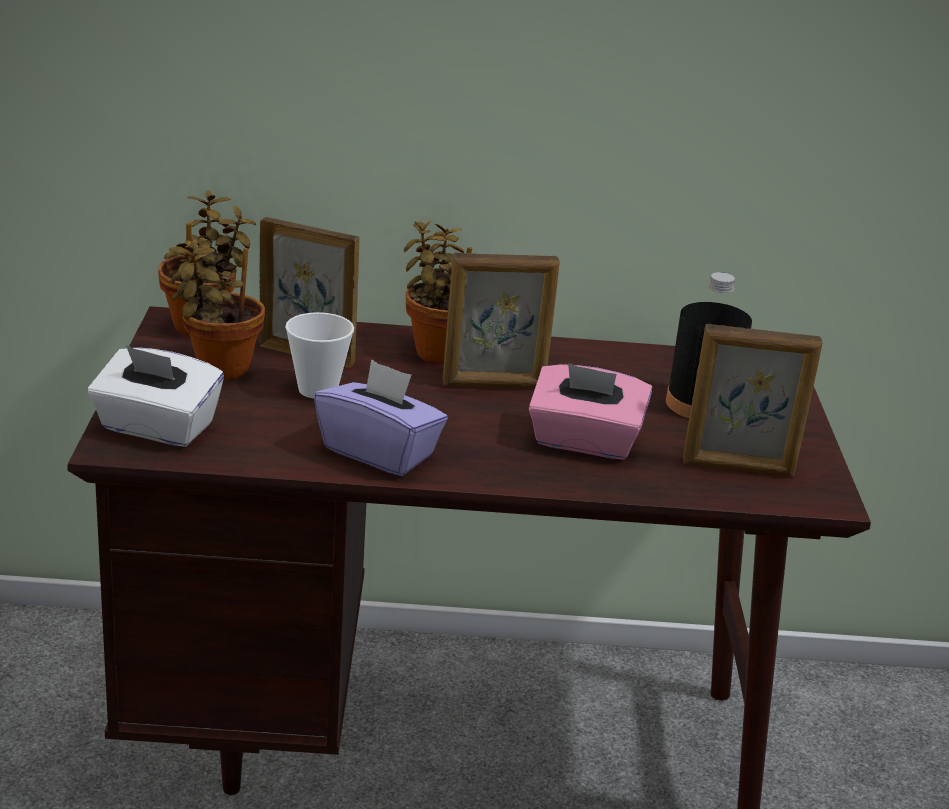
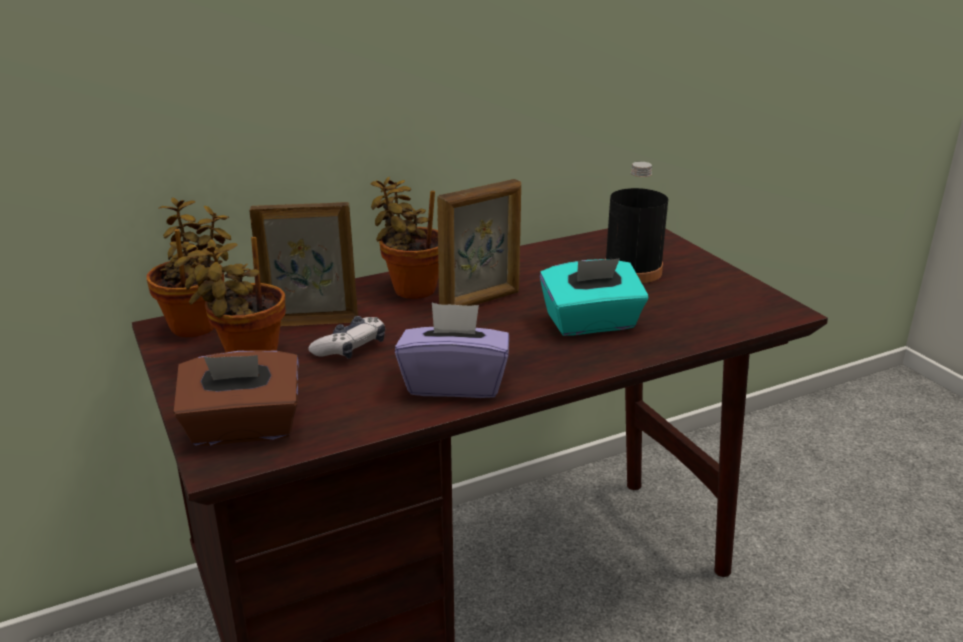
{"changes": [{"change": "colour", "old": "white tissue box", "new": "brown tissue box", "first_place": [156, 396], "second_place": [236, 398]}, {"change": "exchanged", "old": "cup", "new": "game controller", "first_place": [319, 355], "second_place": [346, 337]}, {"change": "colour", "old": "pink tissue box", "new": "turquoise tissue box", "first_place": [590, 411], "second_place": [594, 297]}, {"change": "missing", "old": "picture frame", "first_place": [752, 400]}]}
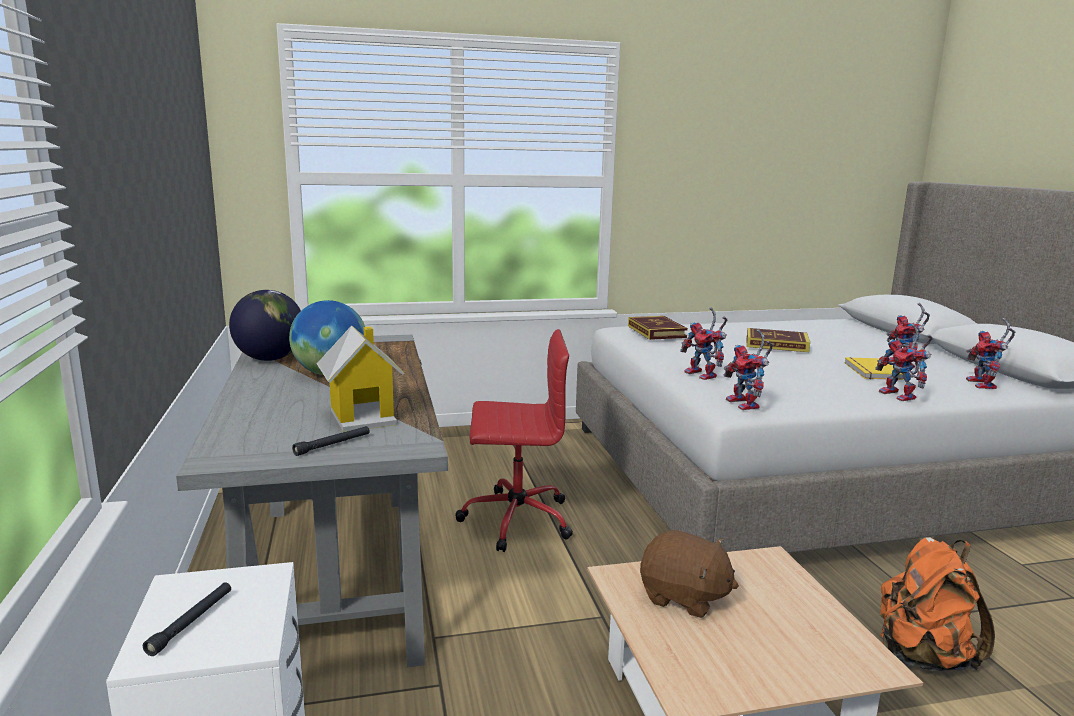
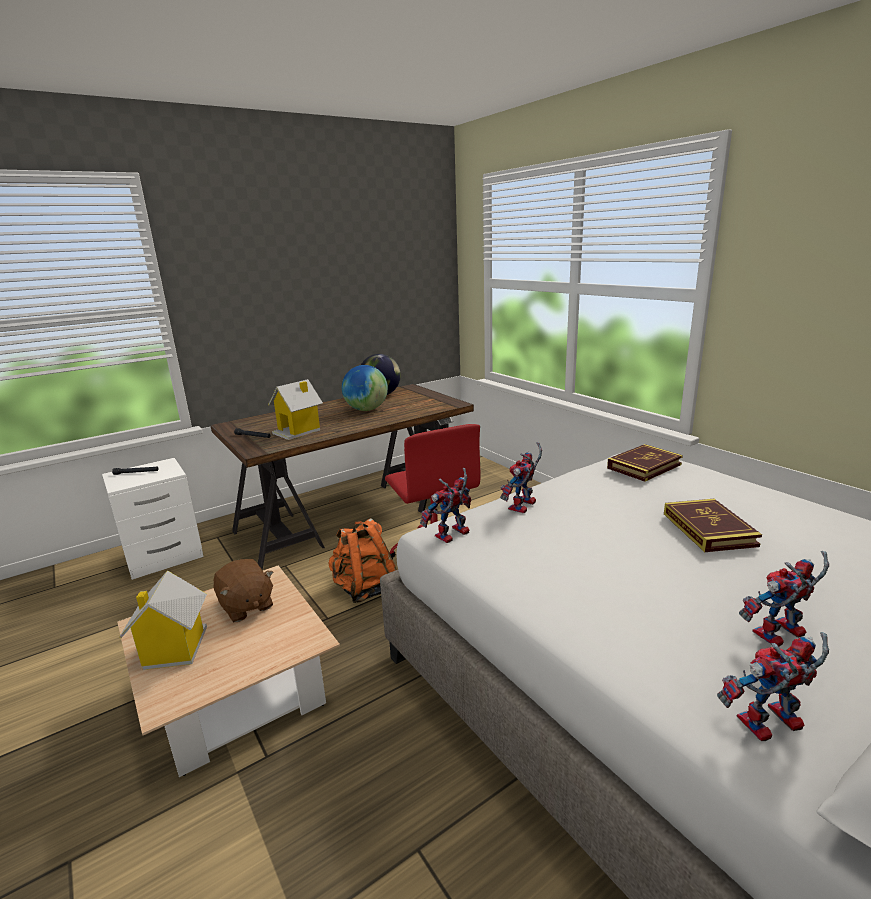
{"changes": [{"change": "colour", "old": "grey desk", "new": "brown desk", "first_place": [312, 501], "second_place": [342, 477]}, {"change": "spun", "old": "brown plush toy", "first_place": [689, 574], "second_place": [243, 590], "degrees": -45}, {"change": "missing", "old": "yellow book", "first_place": [874, 368]}, {"change": "missing", "old": "toy robot", "first_place": [904, 362]}, {"change": "relocated", "old": "orange backpack", "first_place": [937, 604], "second_place": [362, 560]}, {"change": "appeared", "new": "toy house", "second_place": [163, 620]}]}
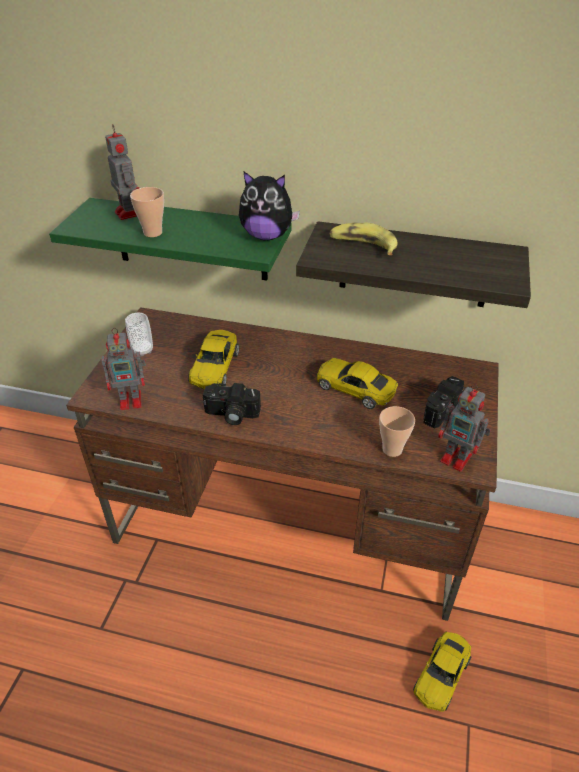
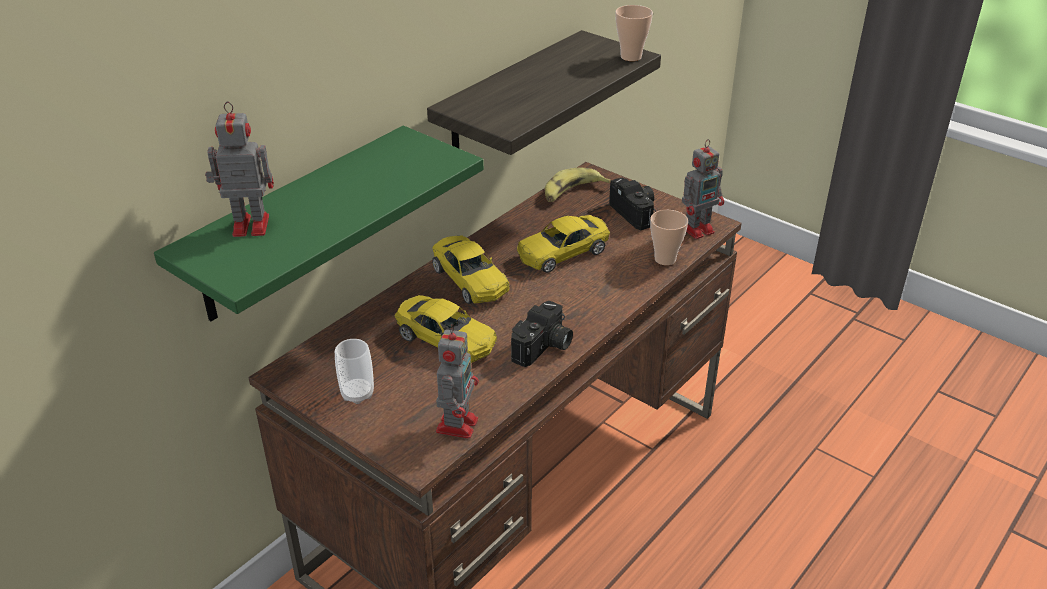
{"changes": [{"change": "relocated", "old": "cup", "first_place": [147, 212], "second_place": [634, 33]}, {"change": "missing", "old": "plush toy", "first_place": [269, 206]}, {"change": "relocated", "old": "banana", "first_place": [363, 239], "second_place": [578, 185]}, {"change": "relocated", "old": "yellow toy car", "first_place": [442, 672], "second_place": [471, 269]}]}
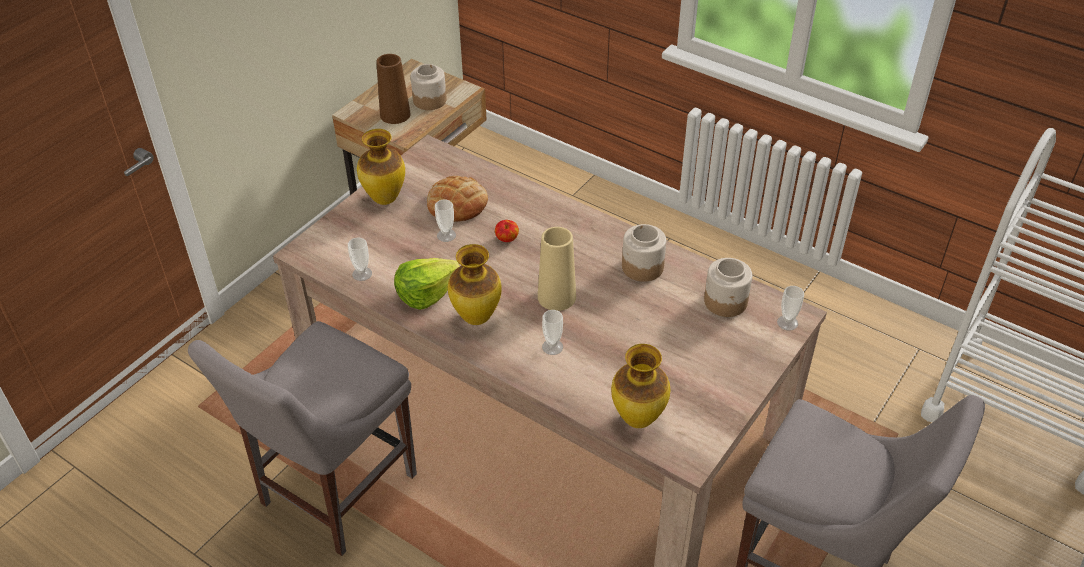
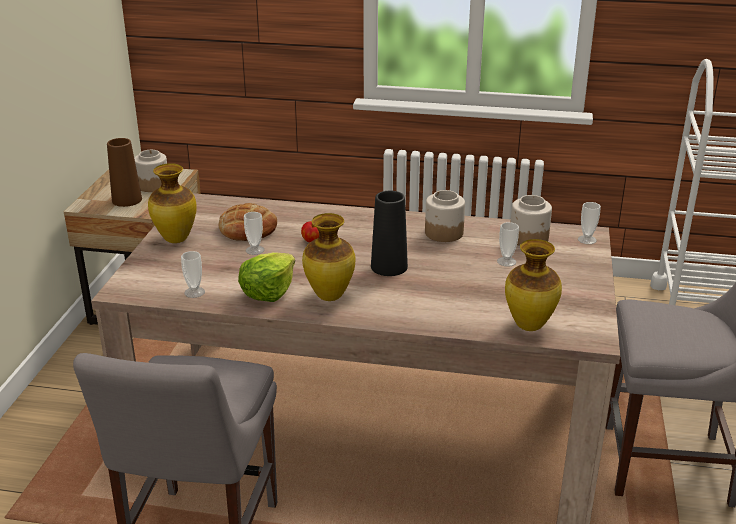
{"changes": [{"change": "colour", "old": "beige vase", "new": "black vase", "first_place": [557, 269], "second_place": [389, 233]}, {"change": "relocated", "old": "cup", "first_place": [552, 332], "second_place": [508, 244]}]}
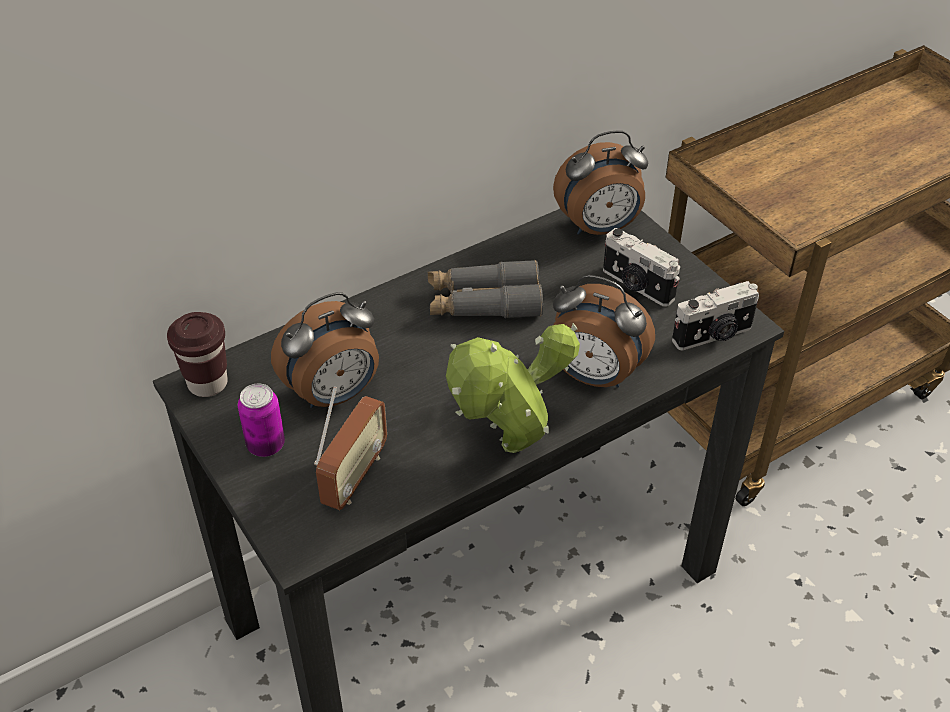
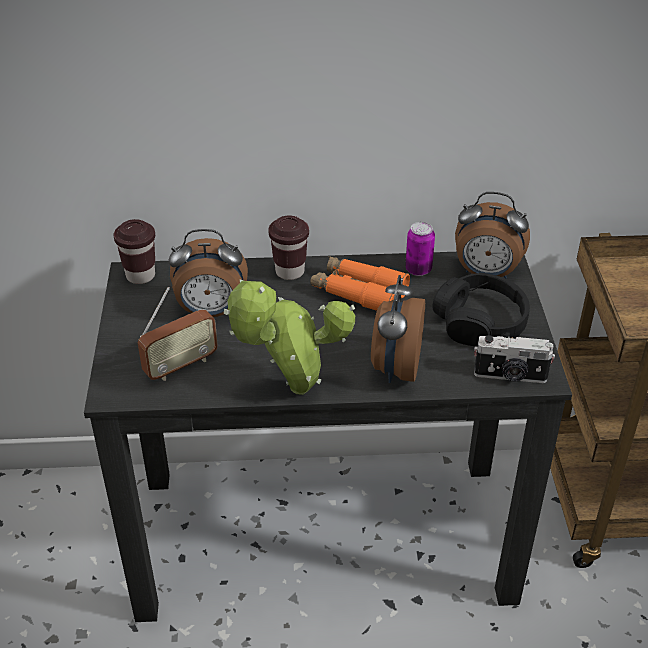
{"changes": [{"change": "relocated", "old": "can", "first_place": [261, 420], "second_place": [420, 249]}, {"change": "colour", "old": "grey binoculars", "new": "orange binoculars", "first_place": [485, 289], "second_place": [360, 283]}, {"change": "spun", "old": "alarm clock", "first_place": [604, 331], "second_place": [398, 329], "degrees": 45}, {"change": "exchanged", "old": "photo camera", "new": "black headphones", "first_place": [641, 267], "second_place": [481, 309]}, {"change": "appeared", "new": "brown cup", "second_place": [288, 247]}]}
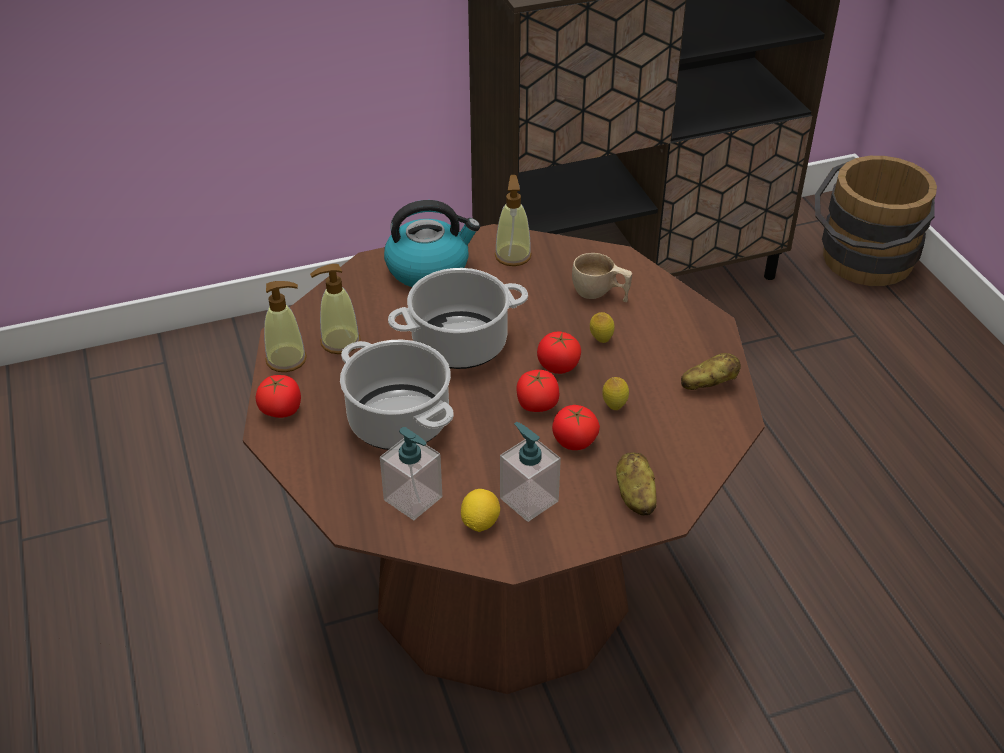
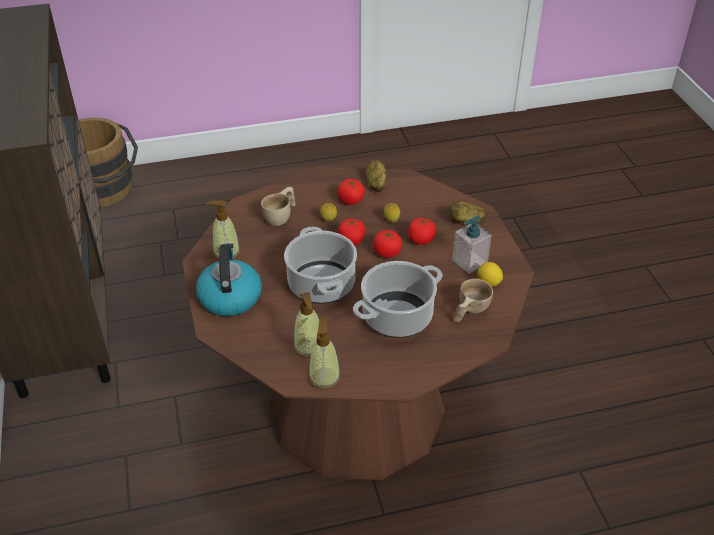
{"changes": [{"change": "relocated", "old": "tomato", "first_place": [278, 396], "second_place": [351, 192]}, {"change": "exchanged", "old": "soap dispenser", "new": "beige cup", "first_place": [411, 473], "second_place": [473, 300]}]}
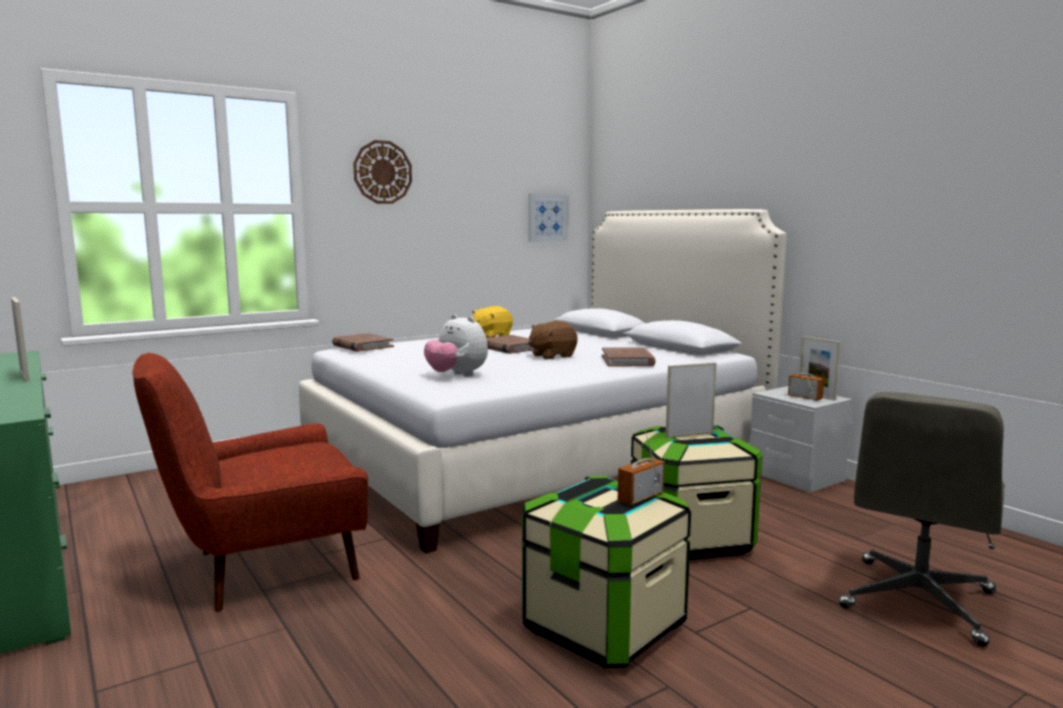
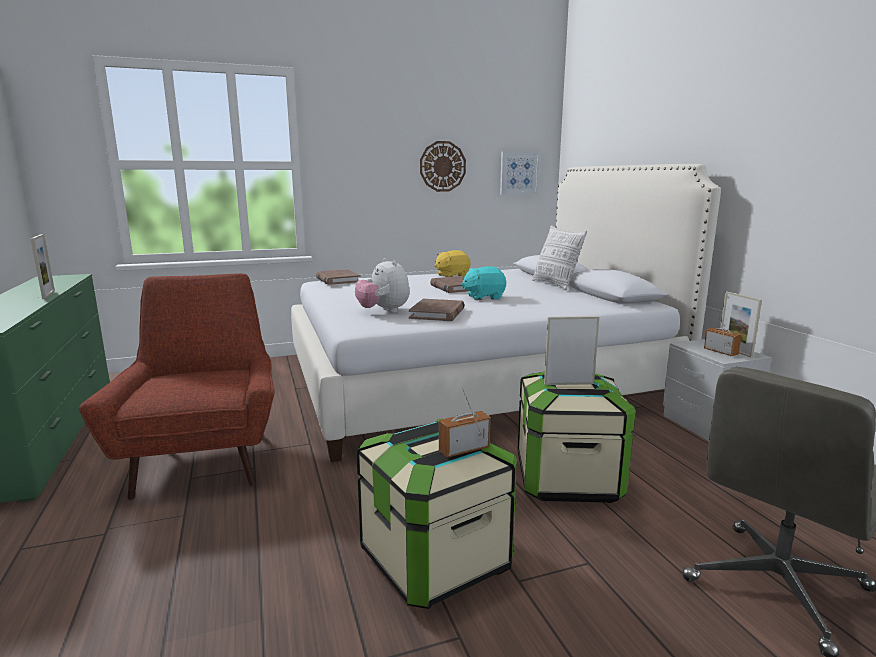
{"changes": [{"change": "spun", "old": "red armchair", "first_place": [250, 482], "second_place": [177, 386], "degrees": 90}, {"change": "relocated", "old": "wall clock", "first_place": [382, 172], "second_place": [443, 166]}, {"change": "colour", "old": "brown plush toy", "new": "turquoise plush toy", "first_place": [552, 340], "second_place": [483, 283]}, {"change": "relocated", "old": "brown book", "first_place": [629, 356], "second_place": [437, 310]}, {"change": "appeared", "new": "pillow", "second_place": [559, 257]}]}
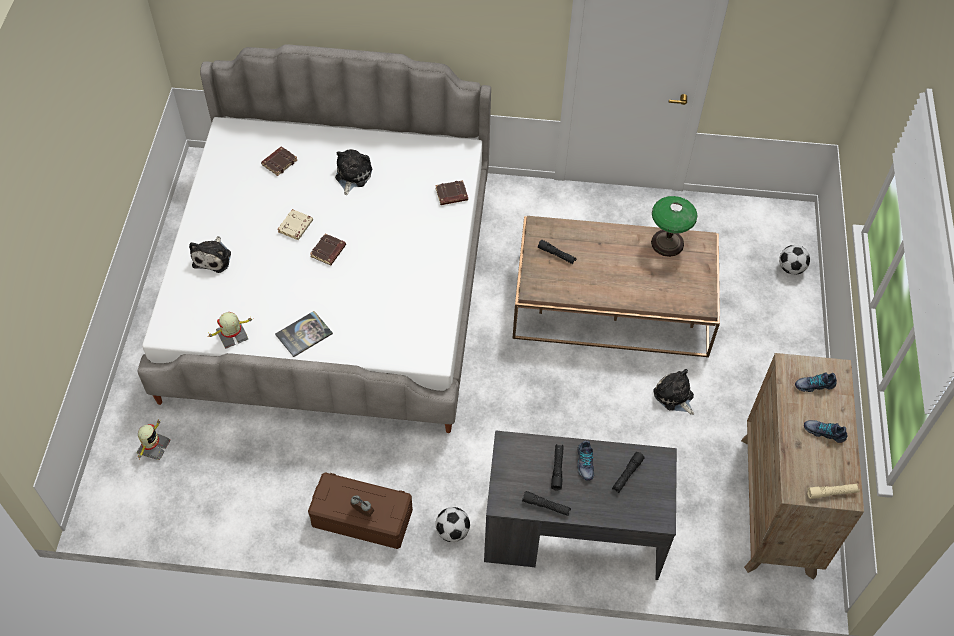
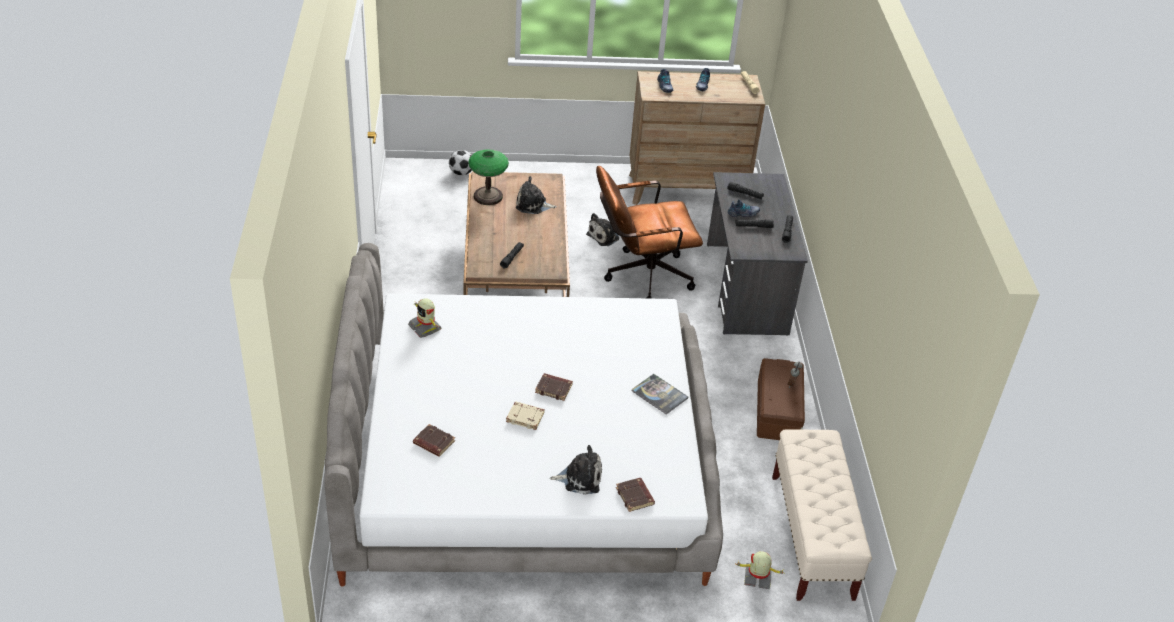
{"changes": [{"change": "relocated", "old": "toy robot", "first_place": [229, 330], "second_place": [424, 318]}, {"change": "relocated", "old": "plush toy", "first_place": [353, 172], "second_place": [536, 195]}, {"change": "relocated", "old": "brown book", "first_place": [451, 192], "second_place": [635, 495]}, {"change": "missing", "old": "football", "first_place": [452, 524]}, {"change": "appeared", "new": "brown office chair", "second_place": [649, 232]}, {"change": "appeared", "new": "beige bench", "second_place": [822, 515]}]}
